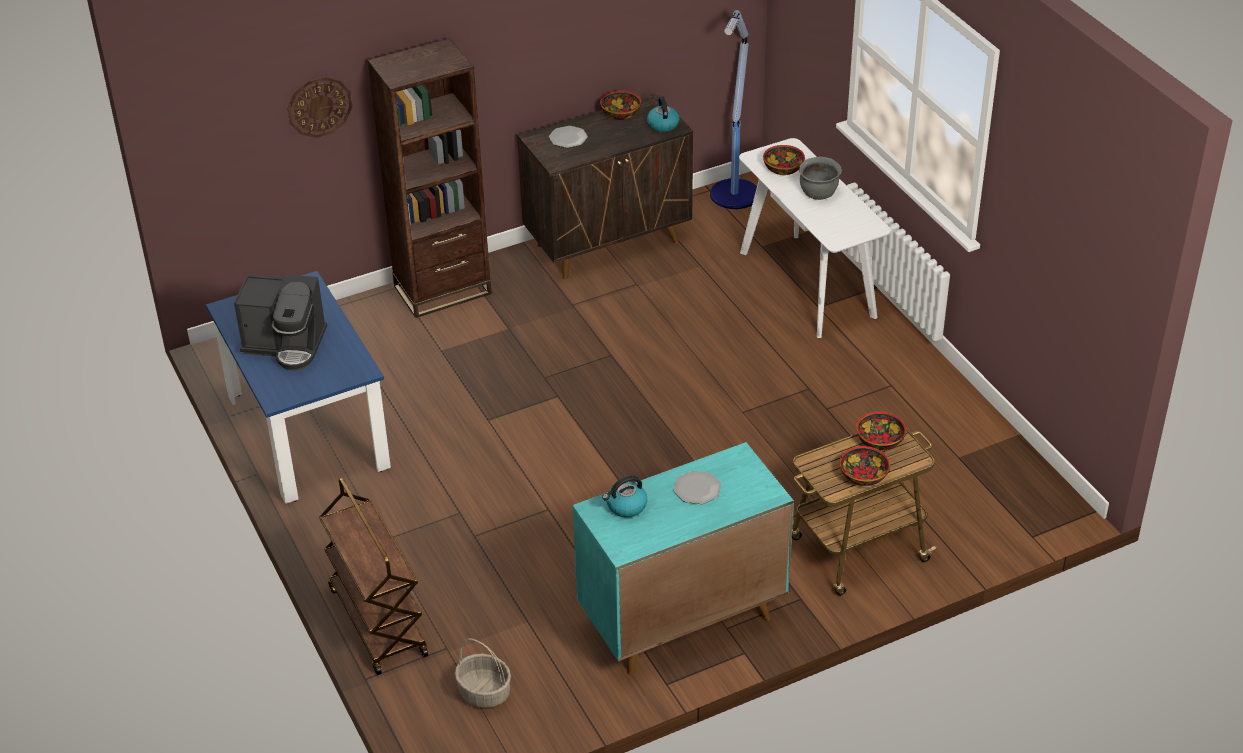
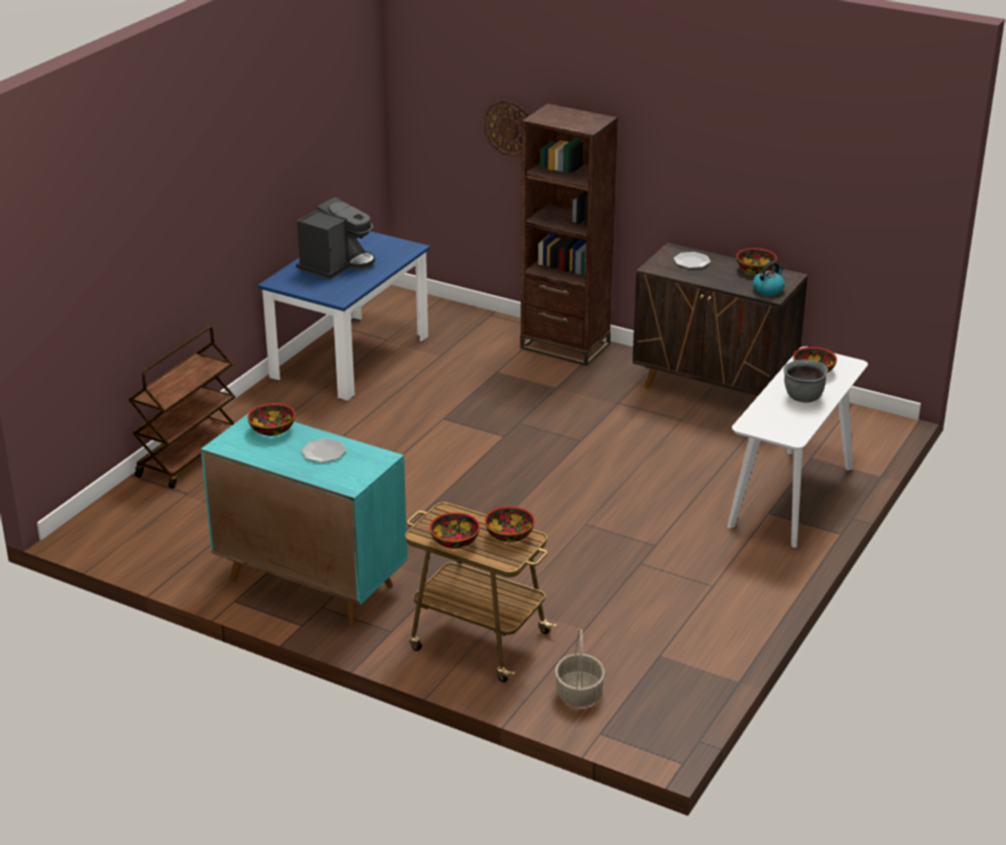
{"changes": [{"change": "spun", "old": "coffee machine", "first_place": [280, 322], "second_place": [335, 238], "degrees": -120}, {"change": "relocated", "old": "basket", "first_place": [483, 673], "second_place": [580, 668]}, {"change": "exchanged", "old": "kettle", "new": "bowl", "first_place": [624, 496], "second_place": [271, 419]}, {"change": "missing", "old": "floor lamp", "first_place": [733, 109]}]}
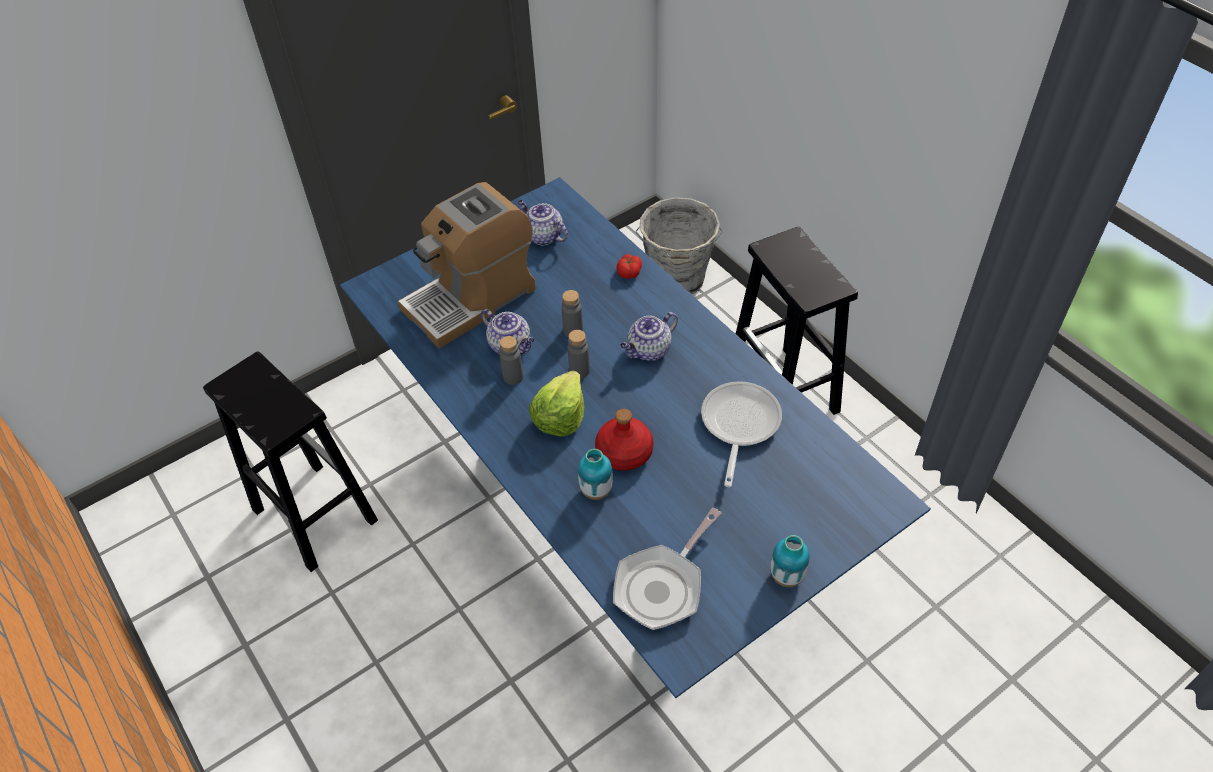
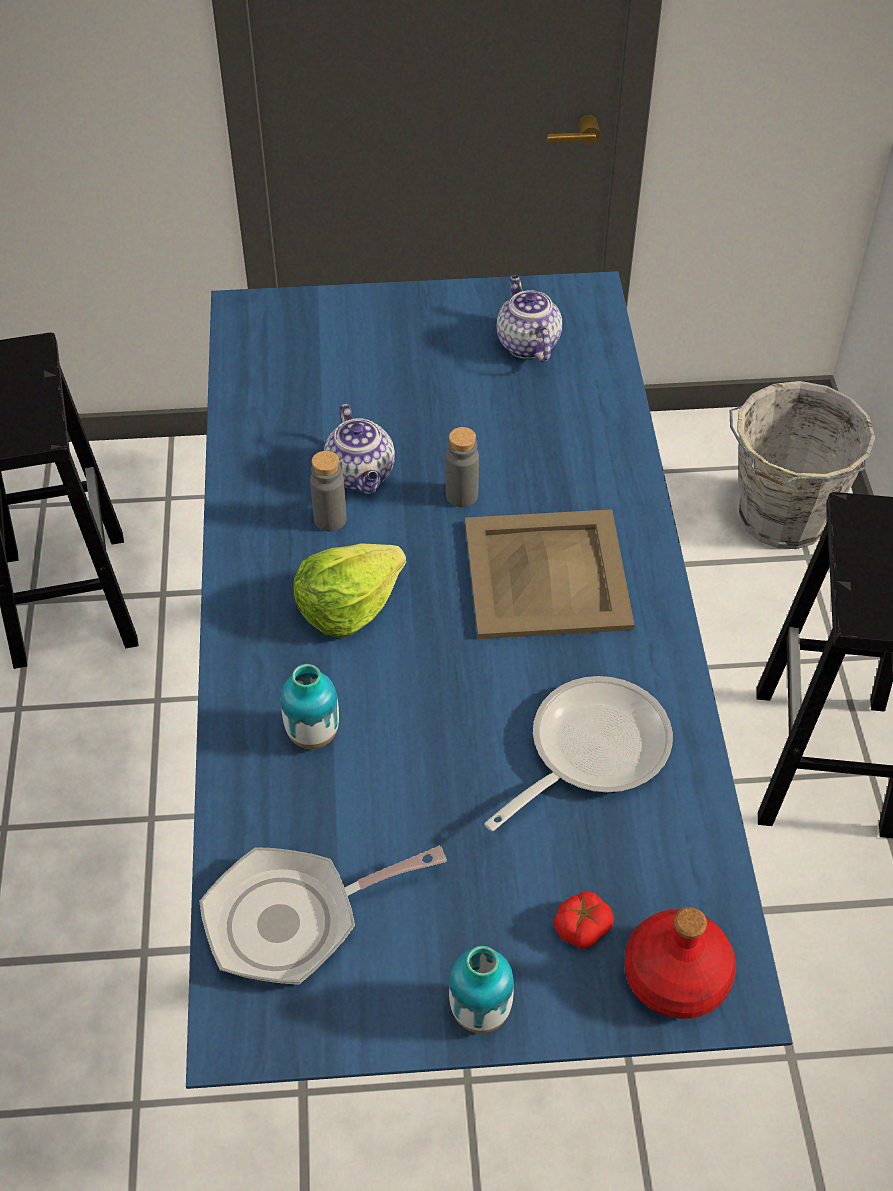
{"changes": [{"change": "missing", "old": "coffee machine", "first_place": [467, 265]}, {"change": "missing", "old": "grey bottle", "first_place": [579, 354]}, {"change": "relocated", "old": "red bottle", "first_place": [624, 440], "second_place": [680, 963]}, {"change": "relocated", "old": "tomato", "first_place": [629, 266], "second_place": [583, 920]}, {"change": "exchanged", "old": "teapot", "new": "beige tray", "first_place": [649, 336], "second_place": [550, 574]}]}
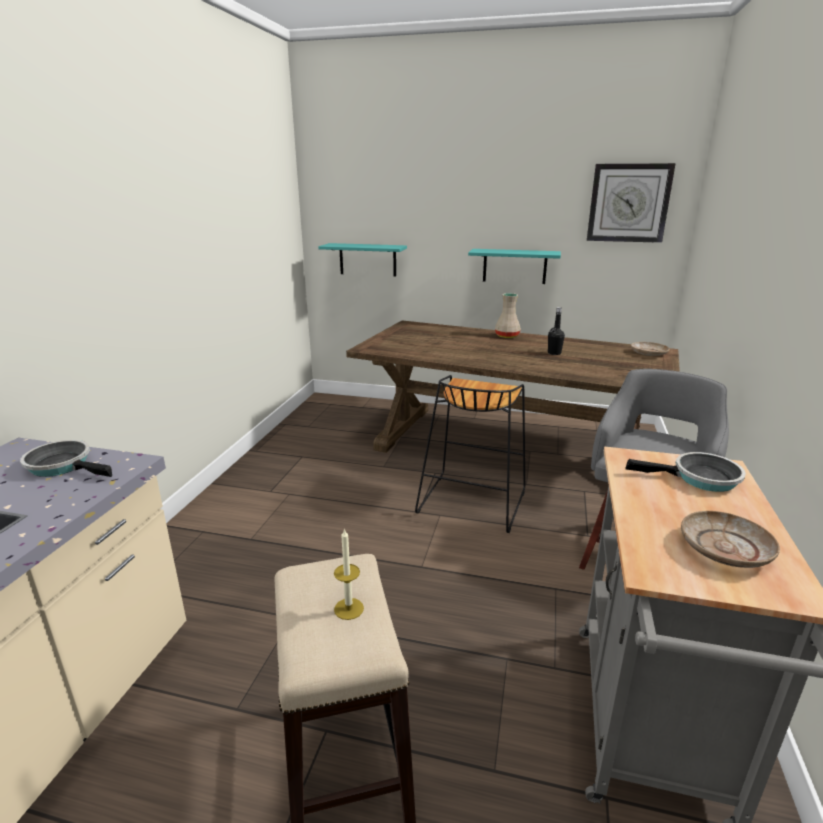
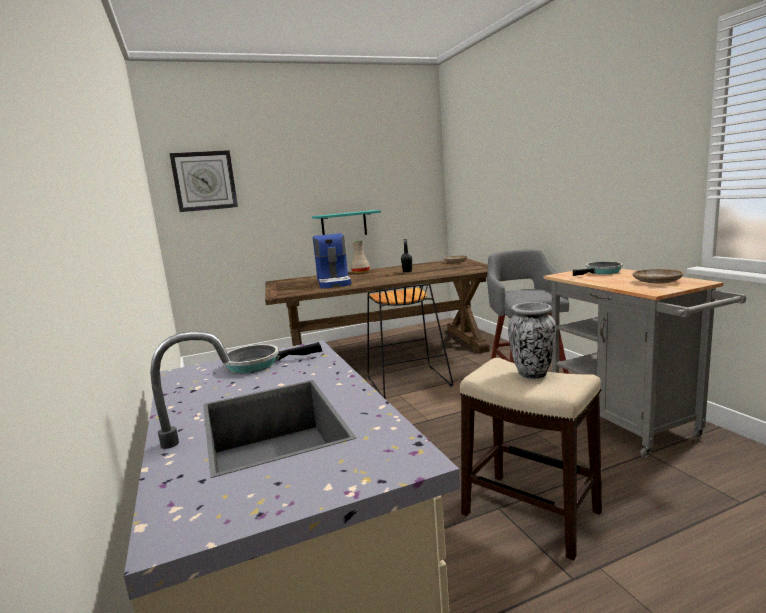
{"changes": [{"change": "missing", "old": "turquoise shelf", "first_place": [362, 260]}, {"change": "exchanged", "old": "candle", "new": "vase", "first_place": [349, 574], "second_place": [532, 340]}, {"change": "relocated", "old": "wall clock", "first_place": [631, 203], "second_place": [203, 181]}, {"change": "appeared", "new": "coffee machine", "second_place": [332, 260]}]}
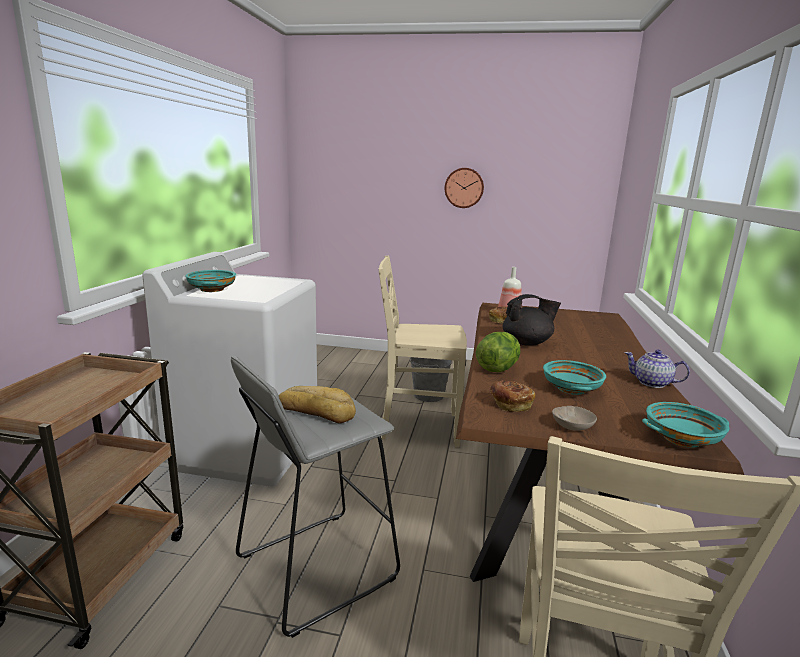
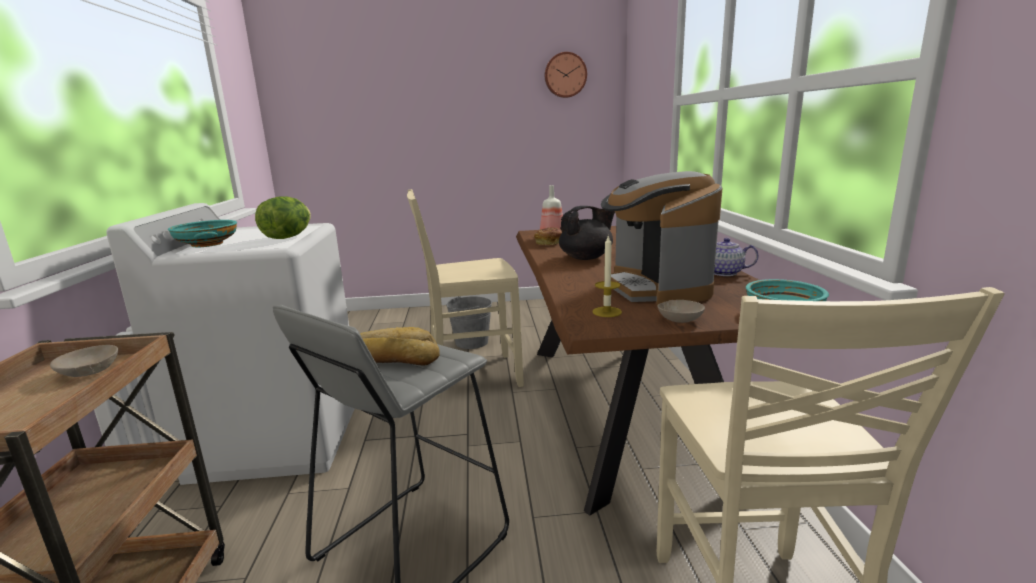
{"changes": [{"change": "relocated", "old": "wall clock", "first_place": [464, 188], "second_place": [566, 75]}, {"change": "relocated", "old": "lettuce", "first_place": [498, 352], "second_place": [283, 217]}, {"change": "exchanged", "old": "bread", "new": "candle", "first_place": [512, 396], "second_place": [607, 276]}, {"change": "exchanged", "old": "turquoise bowl", "new": "coffee machine", "first_place": [574, 377], "second_place": [661, 238]}, {"change": "appeared", "new": "beige bowl", "second_place": [84, 361]}]}
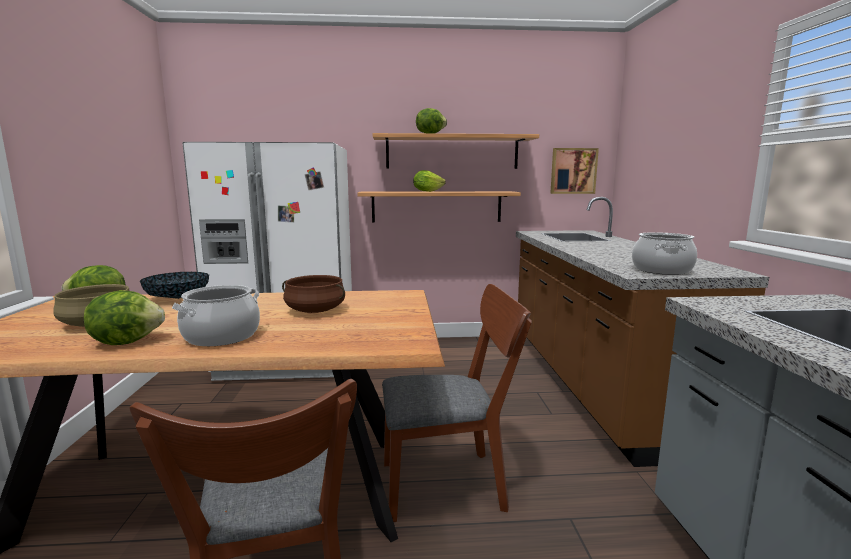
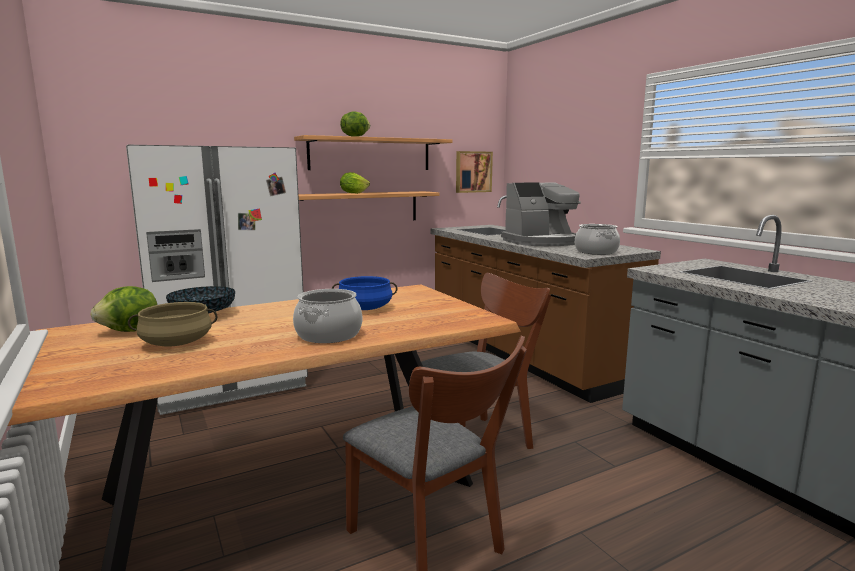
{"changes": [{"change": "missing", "old": "lettuce", "first_place": [124, 317]}, {"change": "colour", "old": "brown cooking pot", "new": "blue cooking pot", "first_place": [313, 294], "second_place": [364, 293]}, {"change": "appeared", "new": "coffee machine", "second_place": [541, 214]}]}
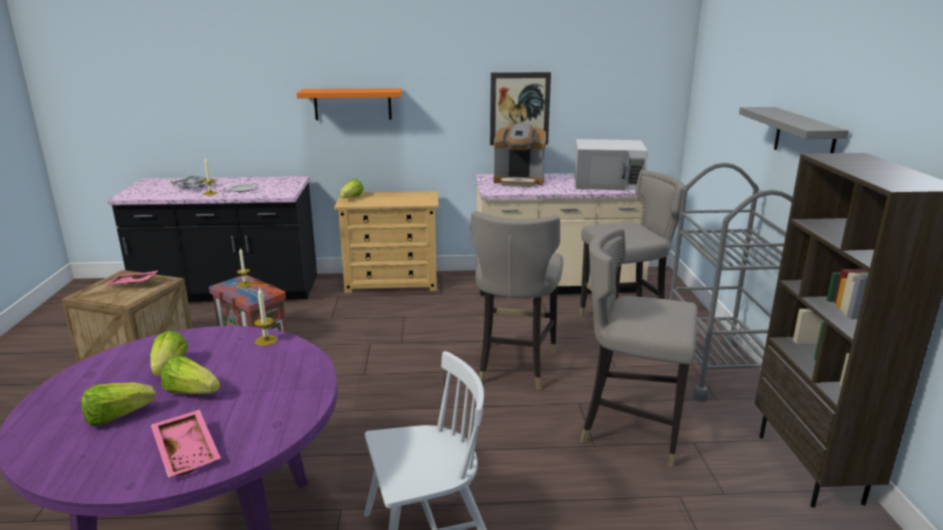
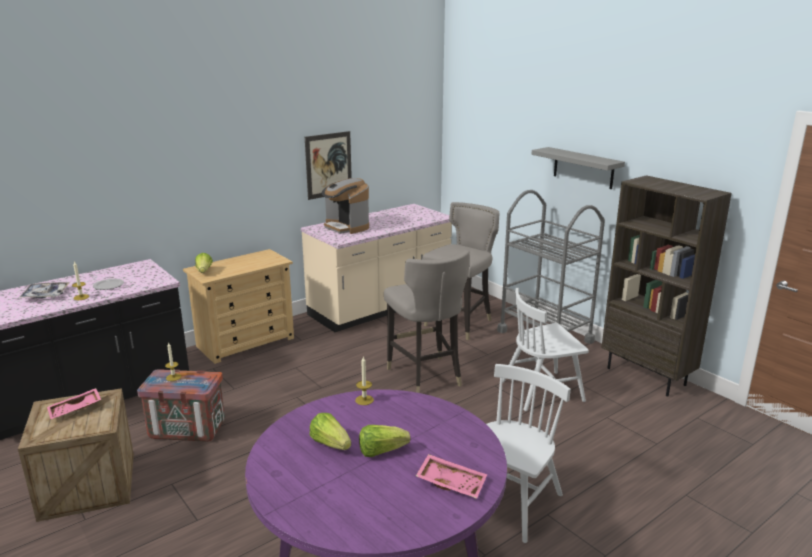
{"changes": [{"change": "missing", "old": "lettuce", "first_place": [118, 404]}, {"change": "missing", "old": "orange shelf", "first_place": [349, 104]}, {"change": "spun", "old": "coffee machine", "first_place": [520, 155], "second_place": [345, 206], "degrees": 75}, {"change": "missing", "old": "white microwave", "first_place": [611, 164]}, {"change": "exchanged", "old": "grey stool", "new": "white chair", "first_place": [639, 347], "second_place": [545, 349]}]}
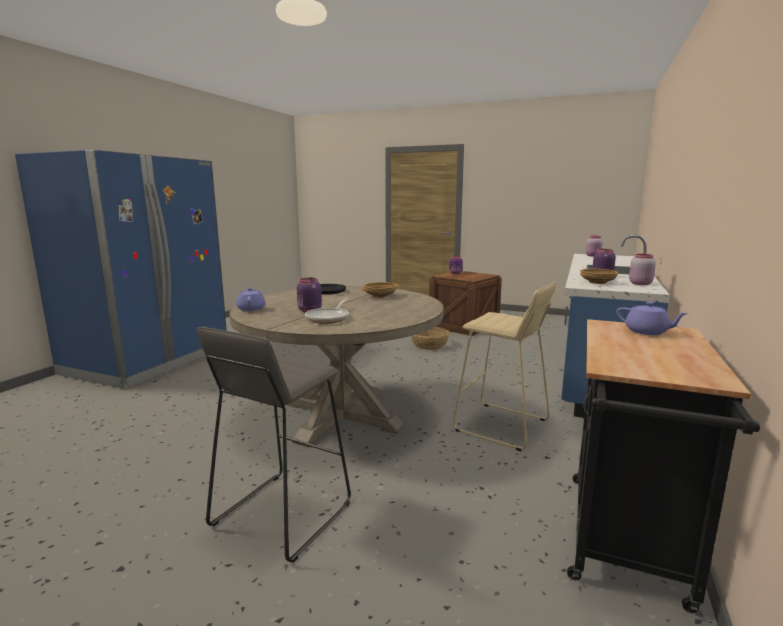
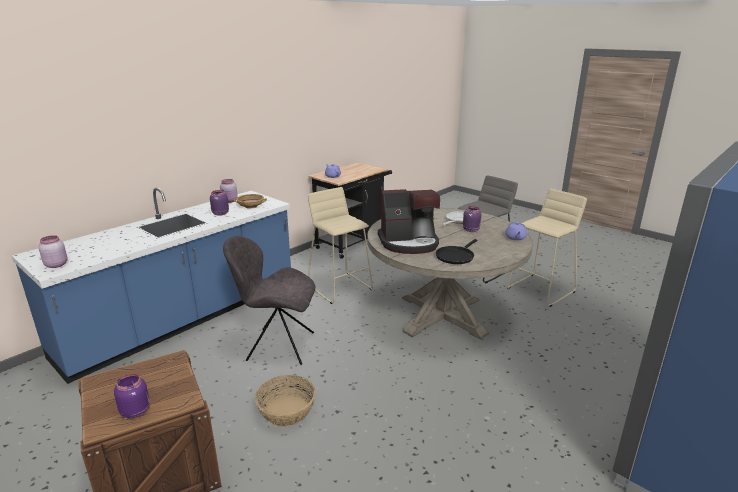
{"changes": [{"change": "exchanged", "old": "beige bowl", "new": "coffee machine", "first_place": [380, 290], "second_place": [409, 221]}, {"change": "appeared", "new": "grey chair", "second_place": [269, 300]}, {"change": "appeared", "new": "beige stool", "second_place": [547, 248]}]}
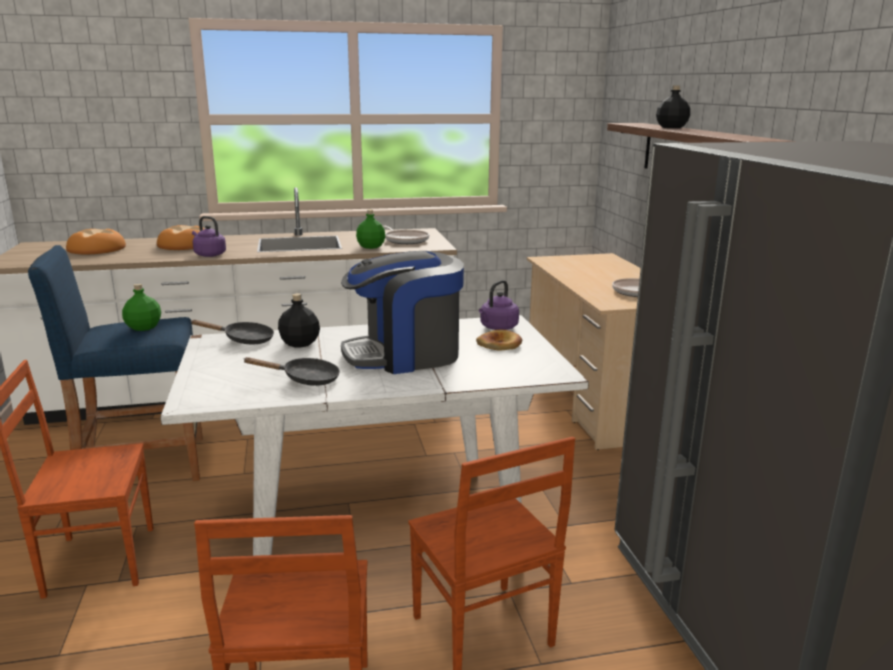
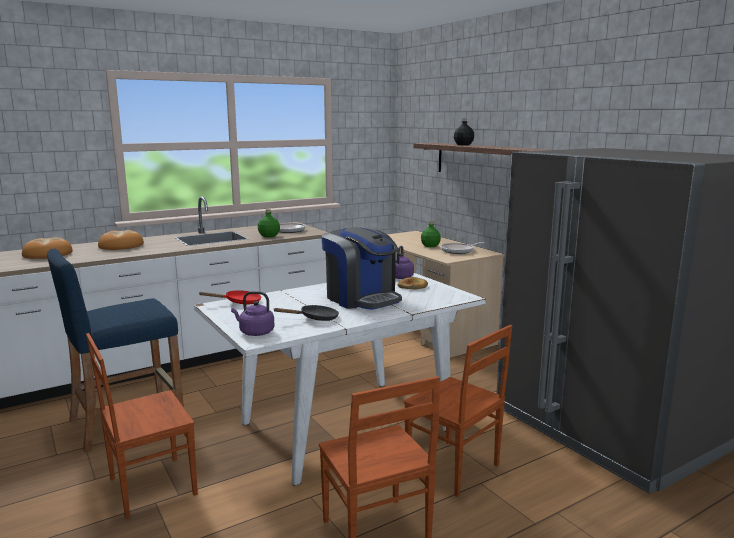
{"changes": [{"change": "relocated", "old": "green bottle", "first_place": [141, 307], "second_place": [431, 234]}, {"change": "colour", "old": "black frying pan", "new": "red frying pan", "first_place": [232, 332], "second_place": [230, 297]}, {"change": "relocated", "old": "purple kettle", "first_place": [209, 236], "second_place": [252, 313]}, {"change": "missing", "old": "black bottle", "first_place": [299, 320]}, {"change": "spun", "old": "coffee machine", "first_place": [402, 312], "second_place": [361, 268], "degrees": -90}]}
